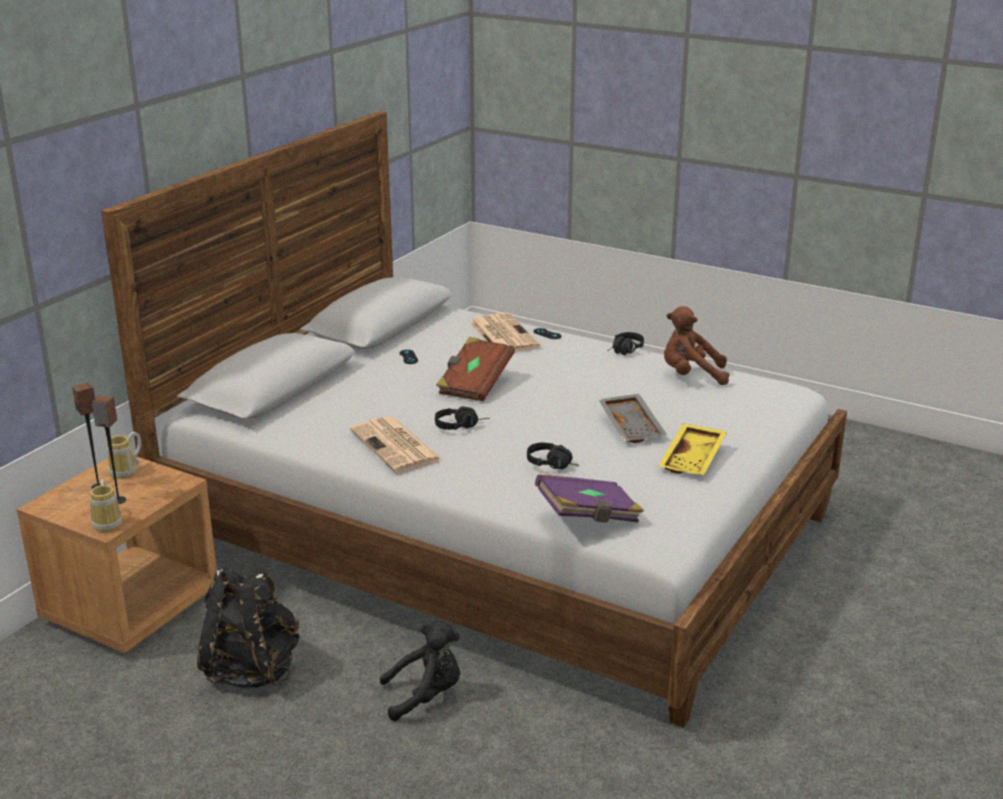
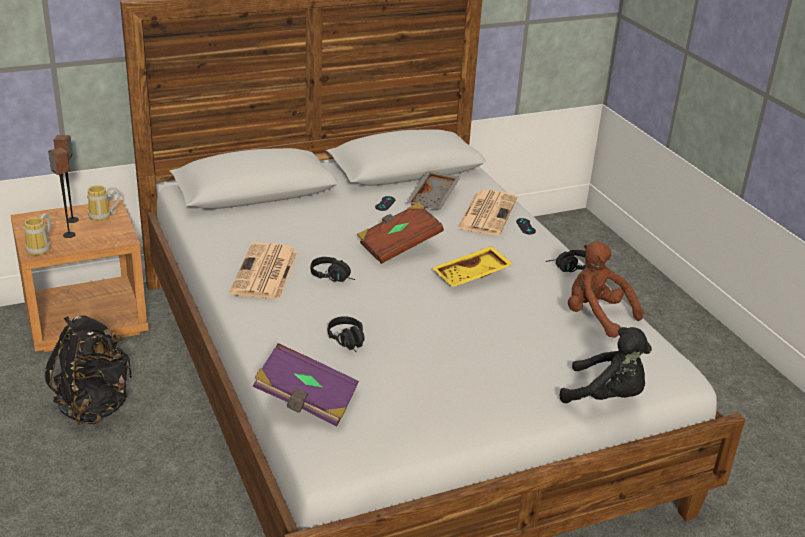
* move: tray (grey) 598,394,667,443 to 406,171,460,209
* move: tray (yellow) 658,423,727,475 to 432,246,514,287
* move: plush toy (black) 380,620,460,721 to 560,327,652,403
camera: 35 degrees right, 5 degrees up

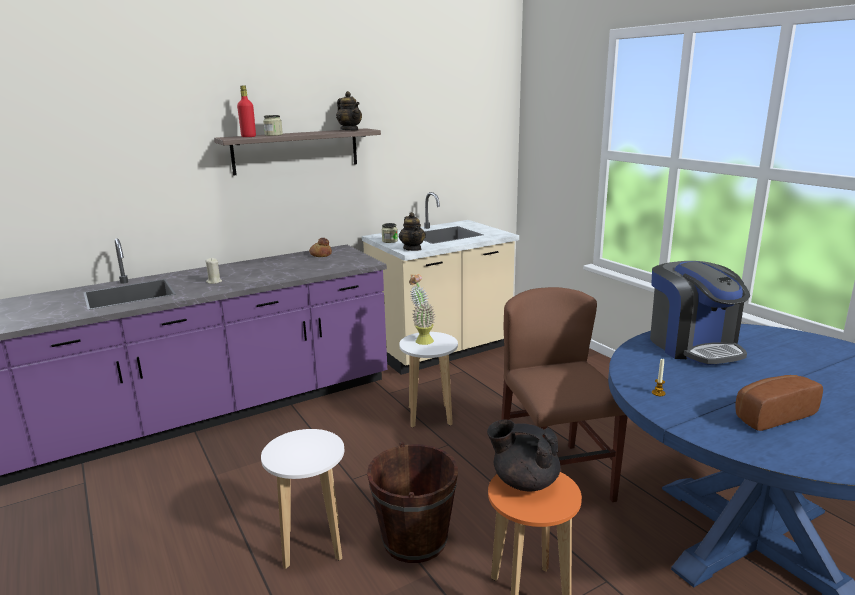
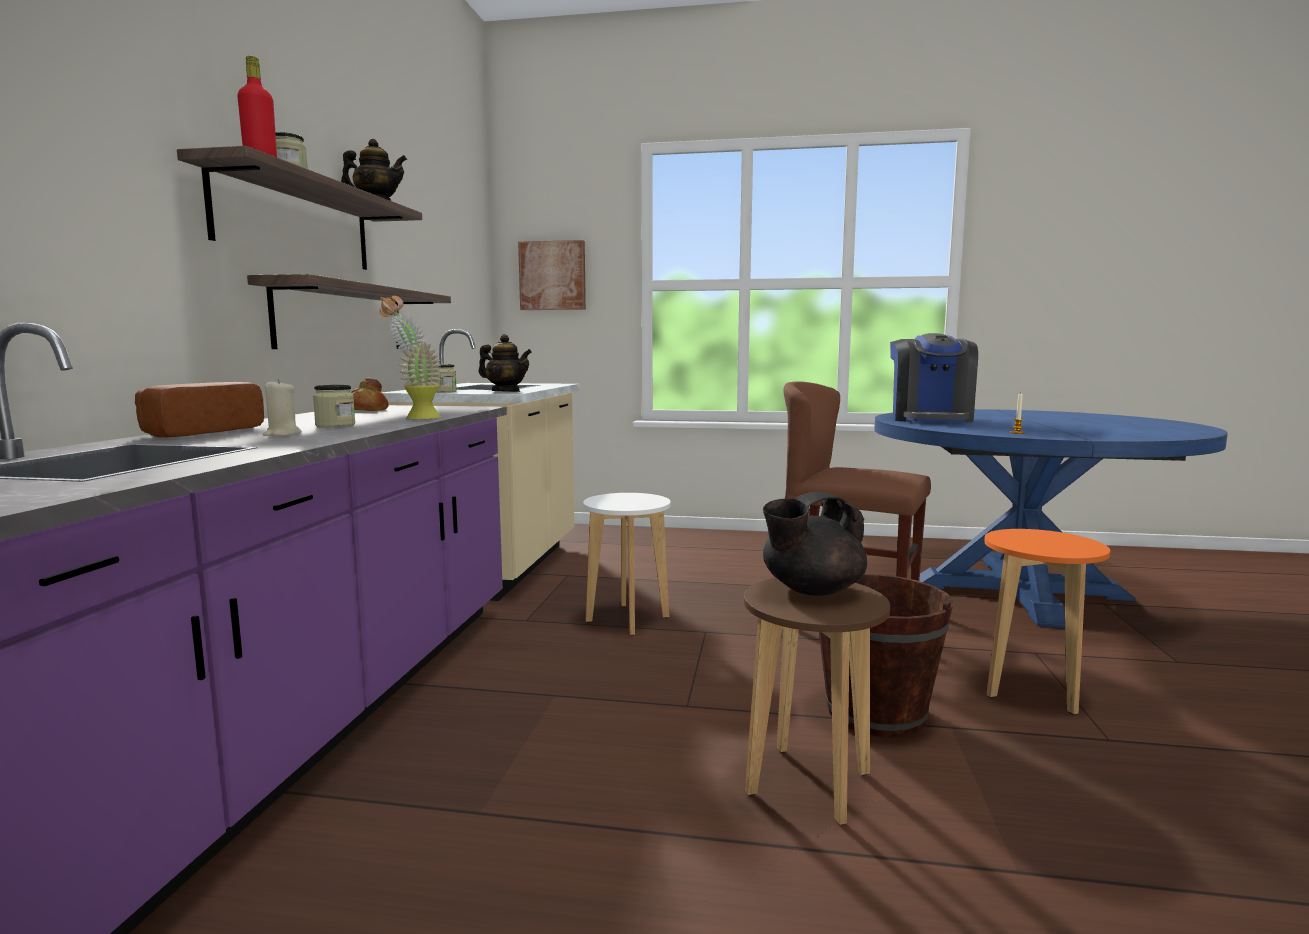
* rotate: coffee machine 650,261,750,365 = 890,333,978,422 75 degrees clockwise
* move: potted plant 409,274,435,345 to 379,296,442,419
* move: bread 736,375,823,431 to 135,382,264,437
* move: teapot (black) 487,420,560,491 to 763,492,867,596
* recolor: stool (white) 261,429,344,569 to stool (brown) 744,578,890,825
* insert: picture 518,240,586,310
* insert: shelf 247,274,451,349
* insert: jar 313,385,355,427
camera: 50 degrees left, 10 degrees down

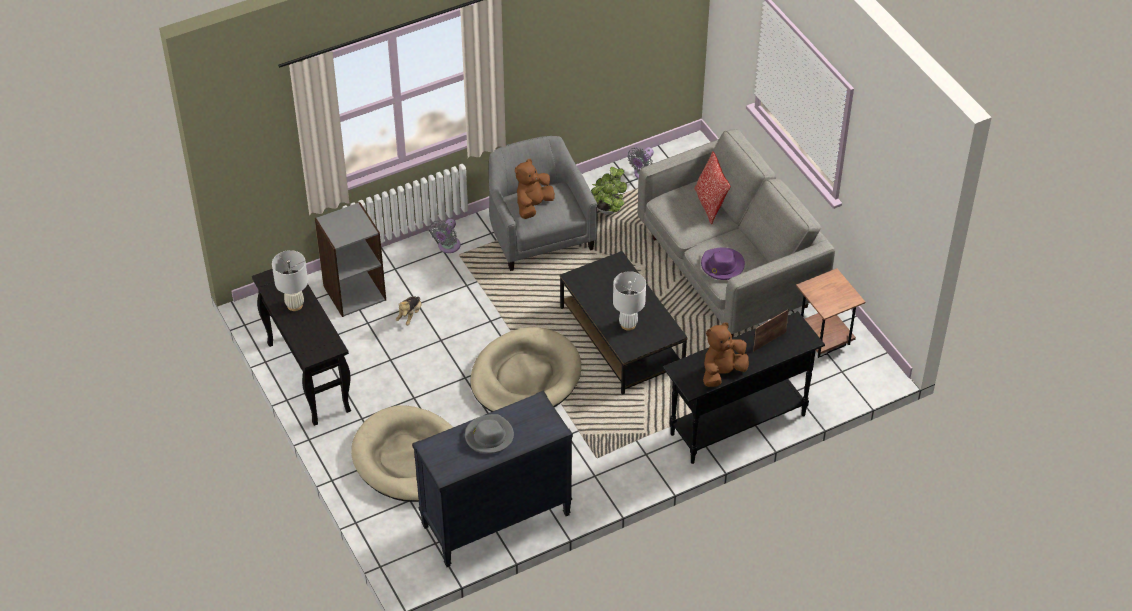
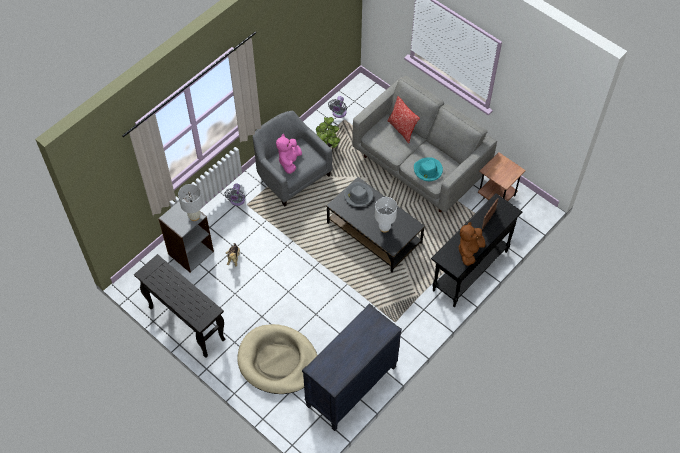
* recolor: plush toy (brown) 515,159,555,219 to plush toy (pink) 276,134,302,174
* recolor: hat (purple) 701,247,745,280 to hat (turquoise) 414,157,443,181
* move: table lamp (white) 272,250,308,311 to 178,184,203,221
* delete: dog bed (beige) 470,327,581,412
* move: hat (grey) 465,414,514,454 to 344,182,373,207
camera: 20 degrees left, 10 degrees up

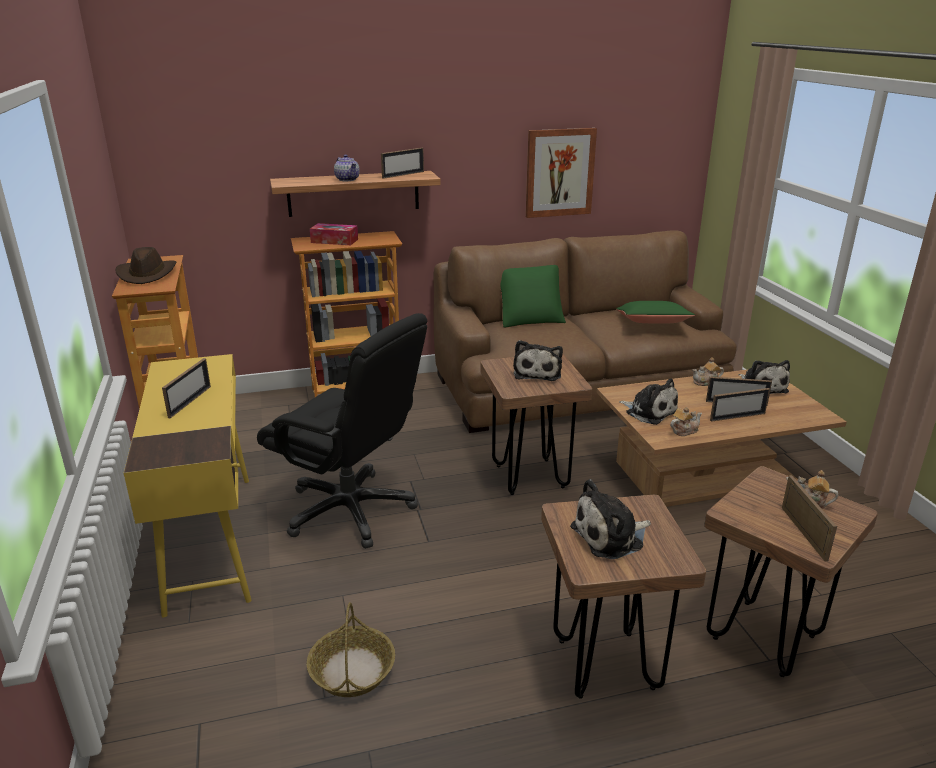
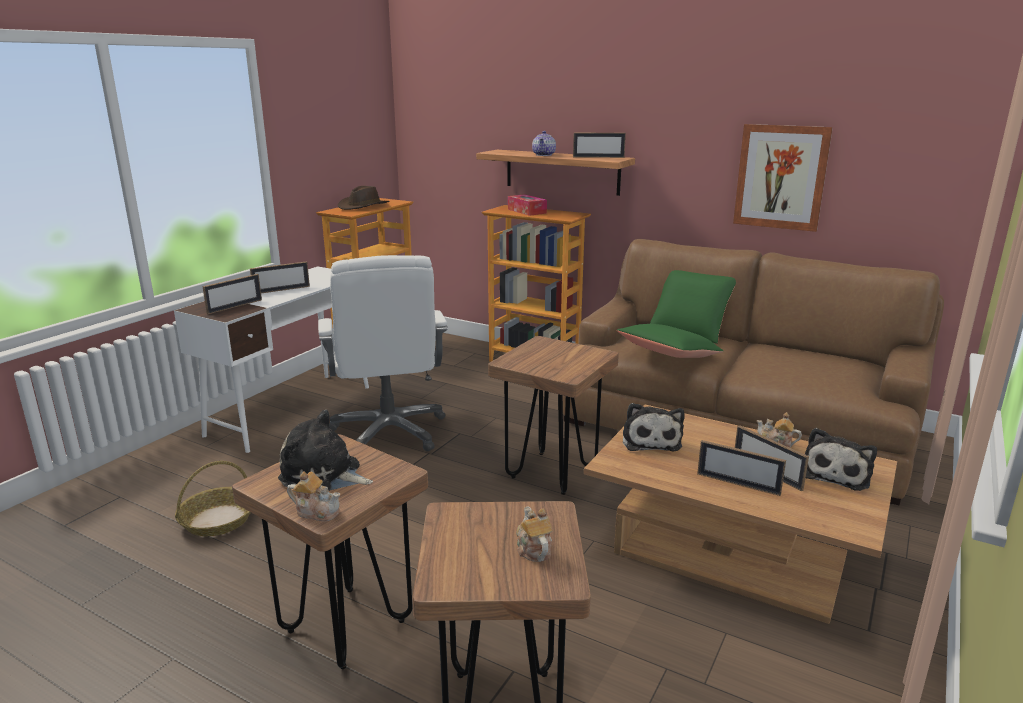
* move: pillow (green) 616,301,695,324 to 617,324,724,358
* recolor: office chair (black) 257,313,427,549 to office chair (white) 318,255,448,451
* delete: plush toy 513,340,563,381
* recolor: desk (yellow) 124,354,252,617 to desk (white) 174,267,369,453
* move: teapot 670,407,702,436 to 287,471,340,521
* move: picture frame 782,475,837,561 to 202,274,262,314
camera: 45 degrees right, 5 degrees down

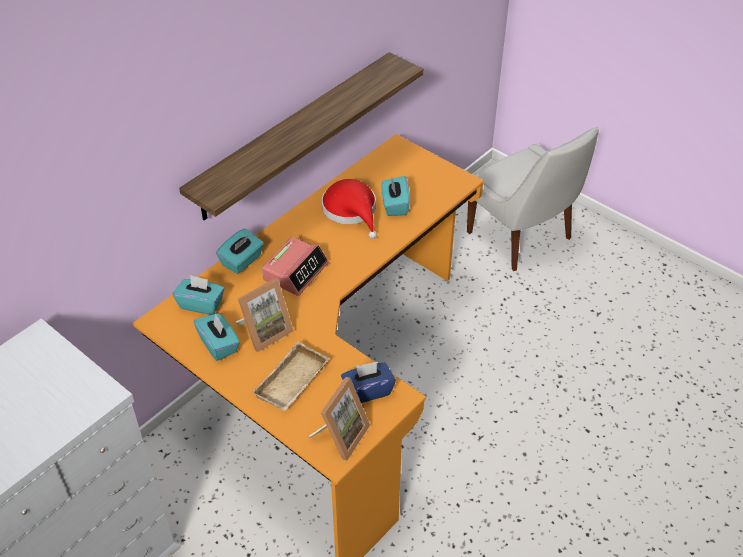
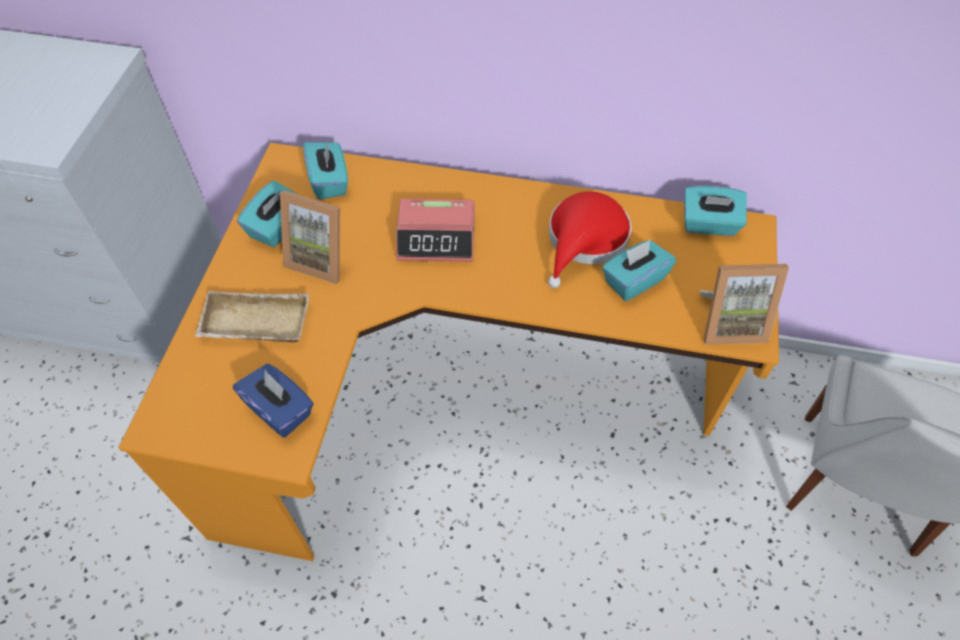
* delete: shelf 179,52,424,220
* move: tissue box (turquoise) 216,228,264,274 to 684,186,747,236
* move: picture frame 308,377,370,461 to 700,264,789,345
camera: 60 degrees right, 10 degrees up

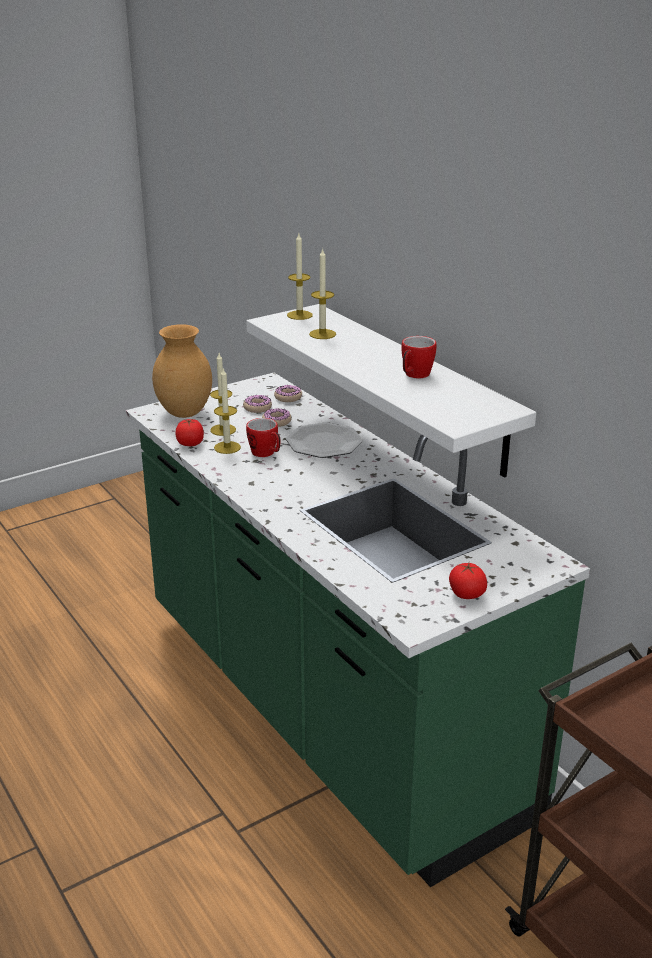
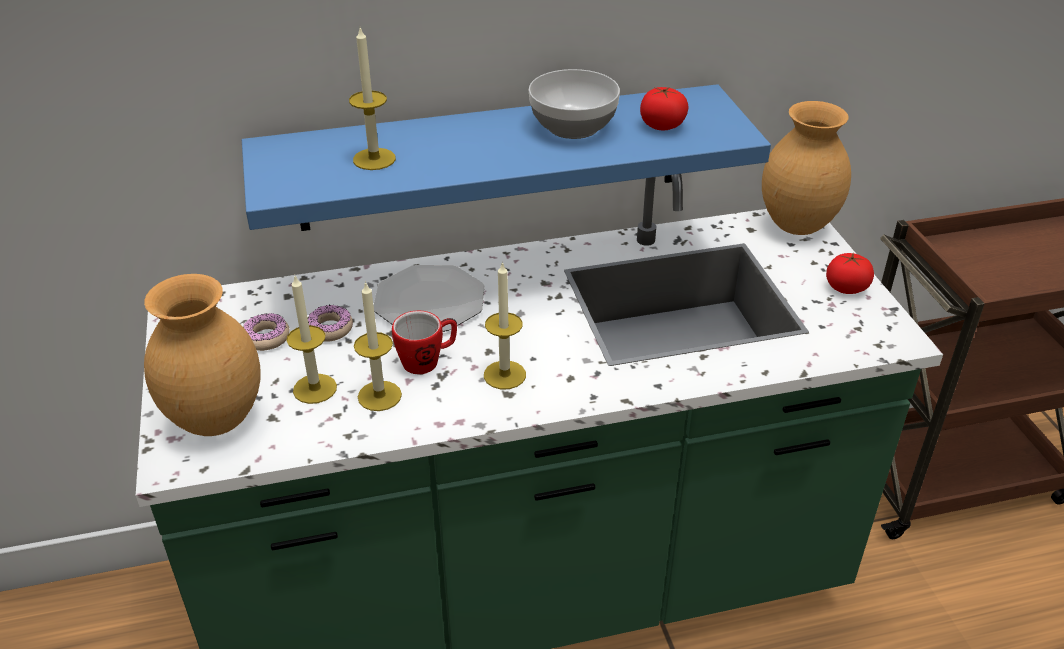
* move: candle 287,234,313,320 to 484,261,526,389
* recolor: shelf (white) 246,304,536,478 to shelf (blue) 242,84,771,231
* replace: mug 401,336,437,378 to bowl 529,69,620,139
* delete: donut 274,385,302,402
* move: tomato 175,419,204,446 to 640,87,689,130
* insert: vase (brown) 762,101,851,235
camera: 70 degrees left, 10 degrees up

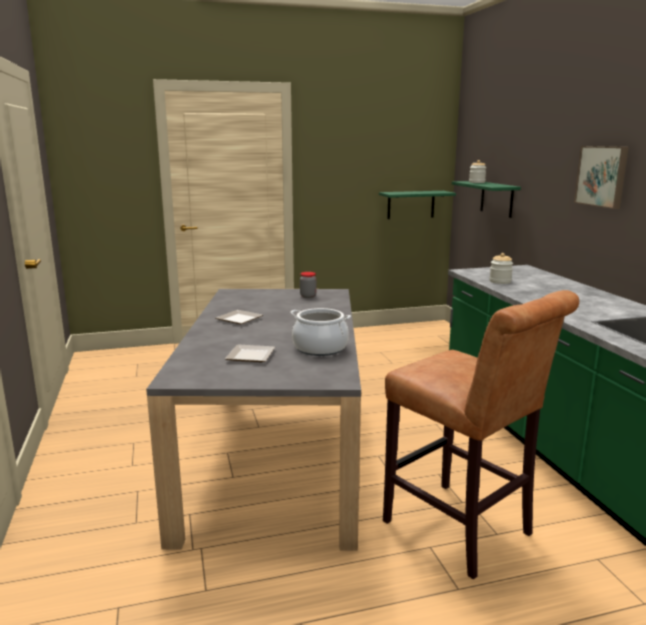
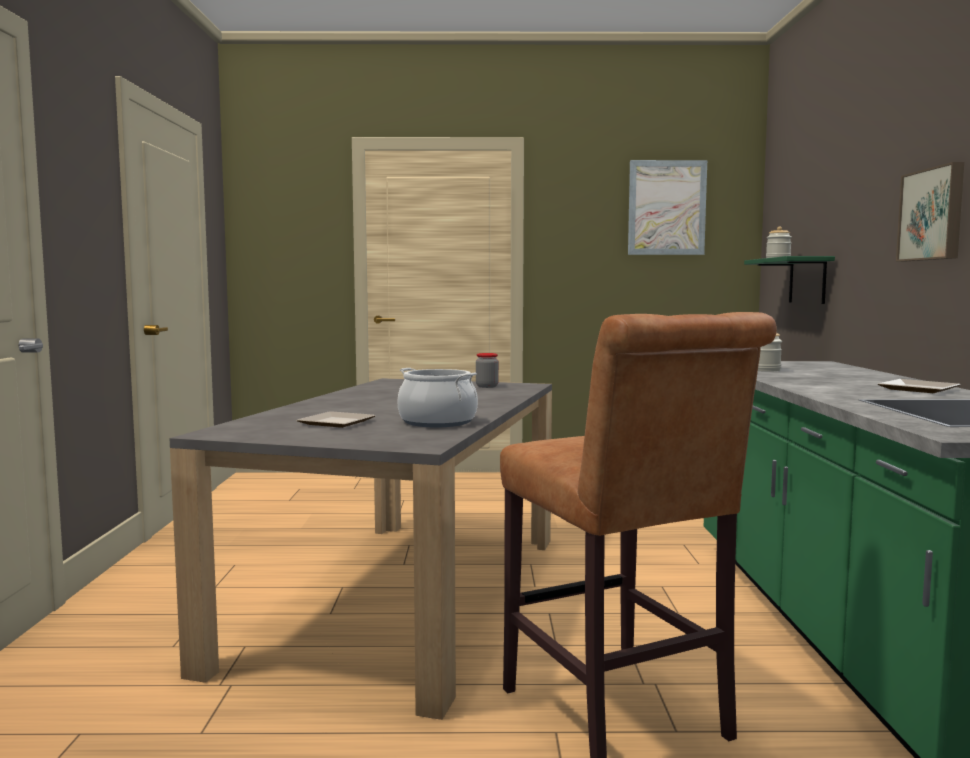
* delete: shelf (green) 379,191,456,219
* move: plate 216,310,263,324 to 878,379,961,393
* insert: picture 628,160,707,255
camera: 15 degrees right, 10 degrees down

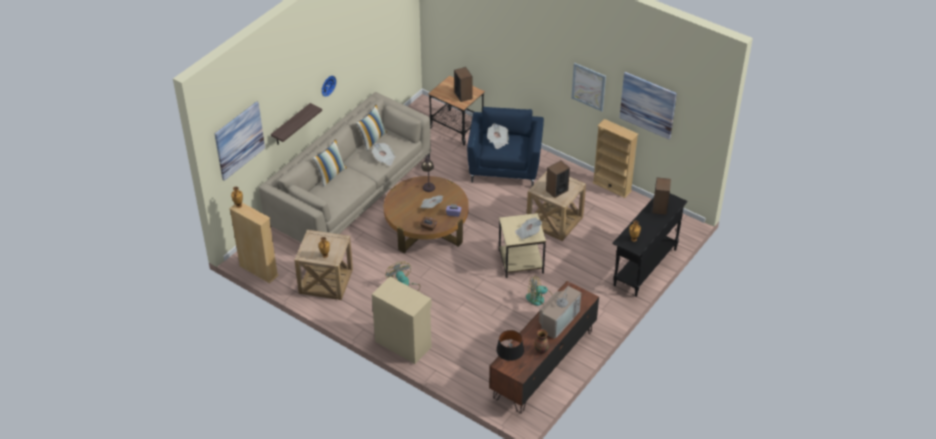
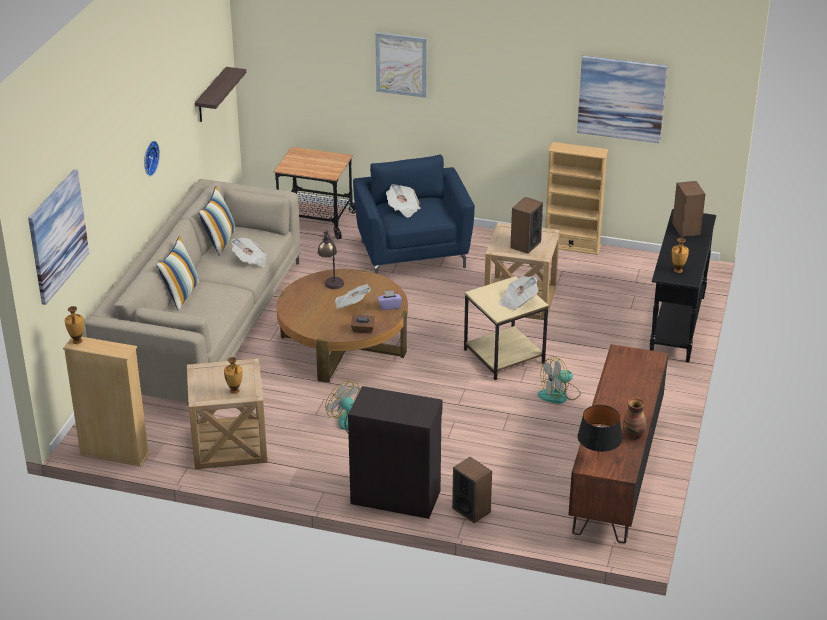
* move: picture 571,63,606,111 to 375,32,427,98
* move: speaker 454,67,472,102 to 452,457,492,523
* move: shelf 271,103,322,145 to 195,67,246,122
* recolor: cabinet (beige) 372,277,432,364 to cabinet (black) 348,386,442,519
* delete: television 539,279,581,339
camera: 20 degrees left, 10 degrees down

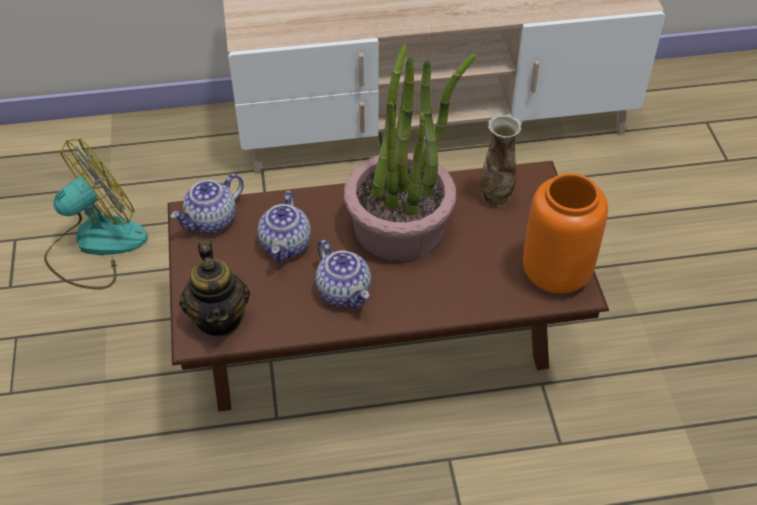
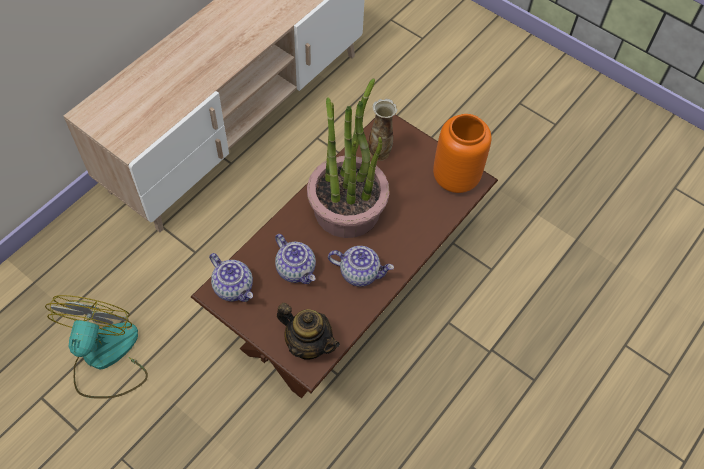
* rotate: teapot 171,174,244,233 = 209,253,253,302 45 degrees counterclockwise
camera: 45 degrees left, 10 degrees up

